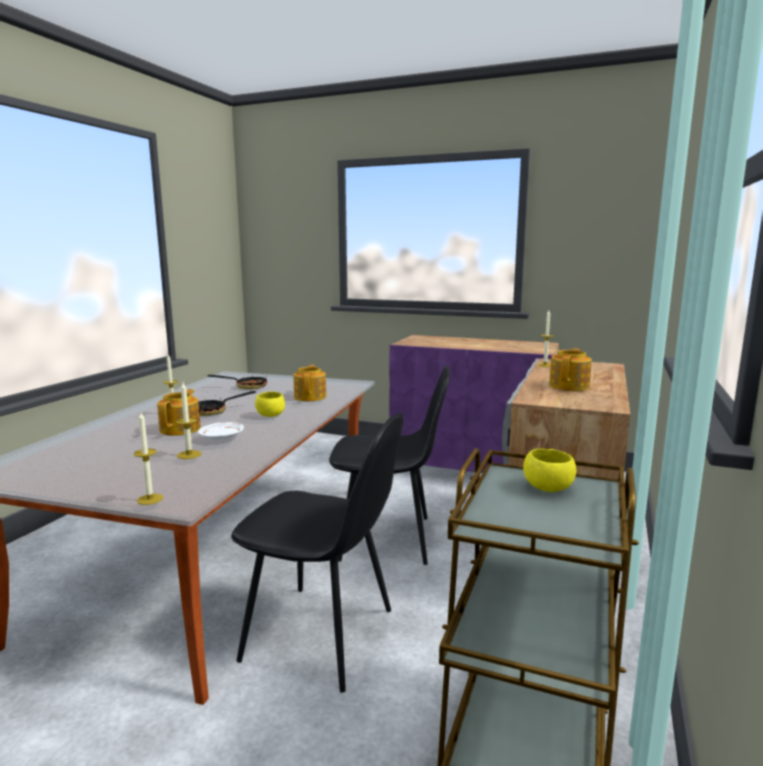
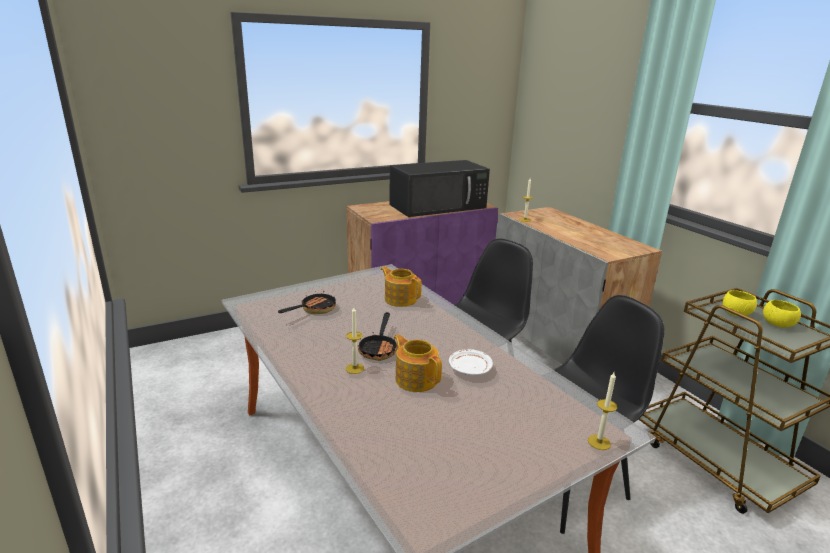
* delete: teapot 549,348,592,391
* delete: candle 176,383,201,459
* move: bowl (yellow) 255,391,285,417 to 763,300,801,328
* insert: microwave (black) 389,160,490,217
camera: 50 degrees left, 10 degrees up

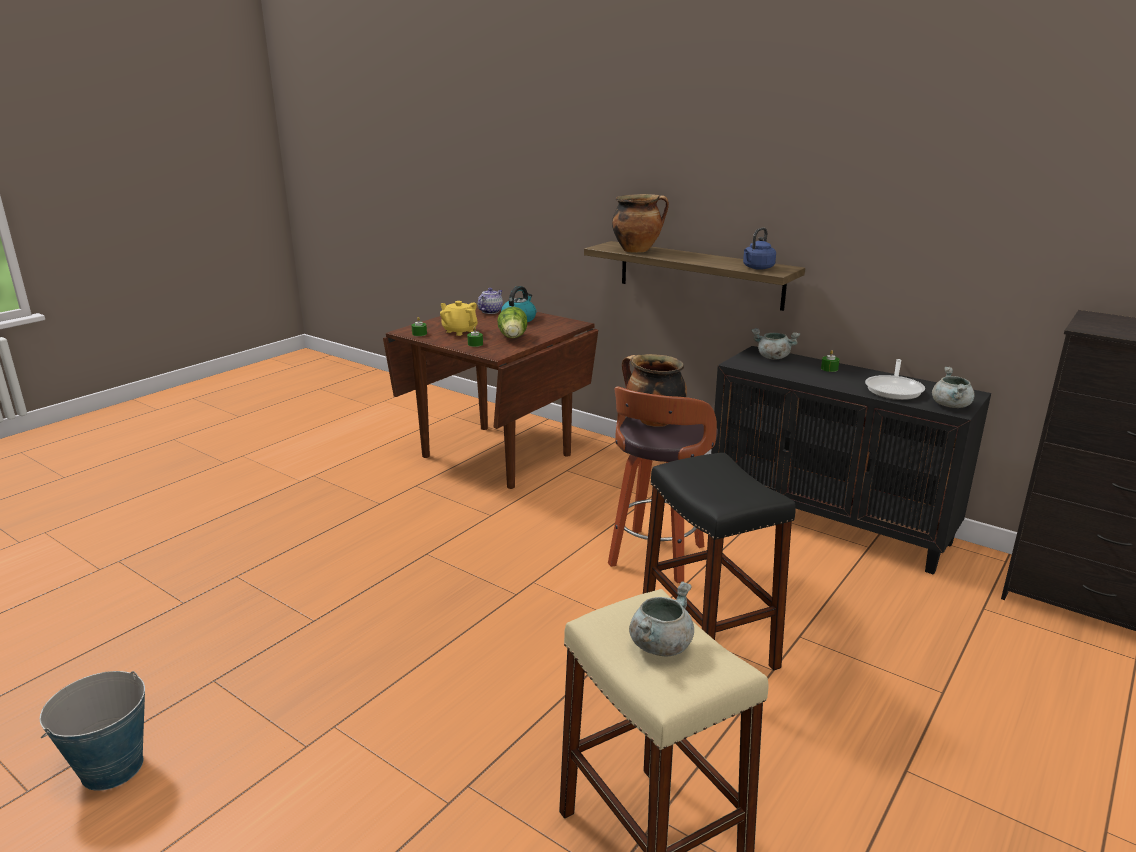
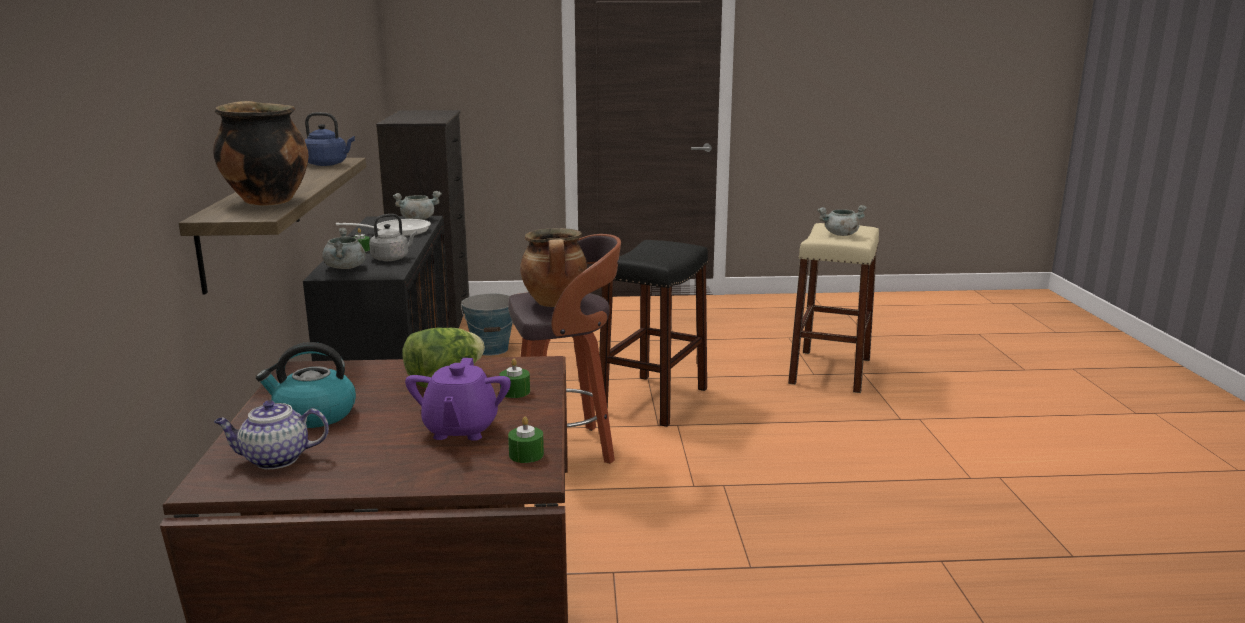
* recolor: teapot (yellow) 440,301,478,336 to teapot (purple) 405,358,511,441
* move: bucket 40,671,145,791 to 461,294,513,355
* insert: kettle (grey) 369,214,417,261
camera: 130 degrees left, 5 degrees down

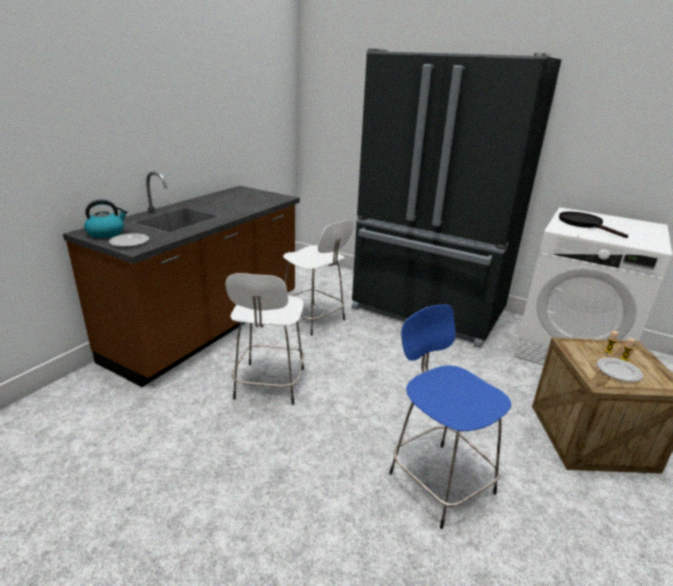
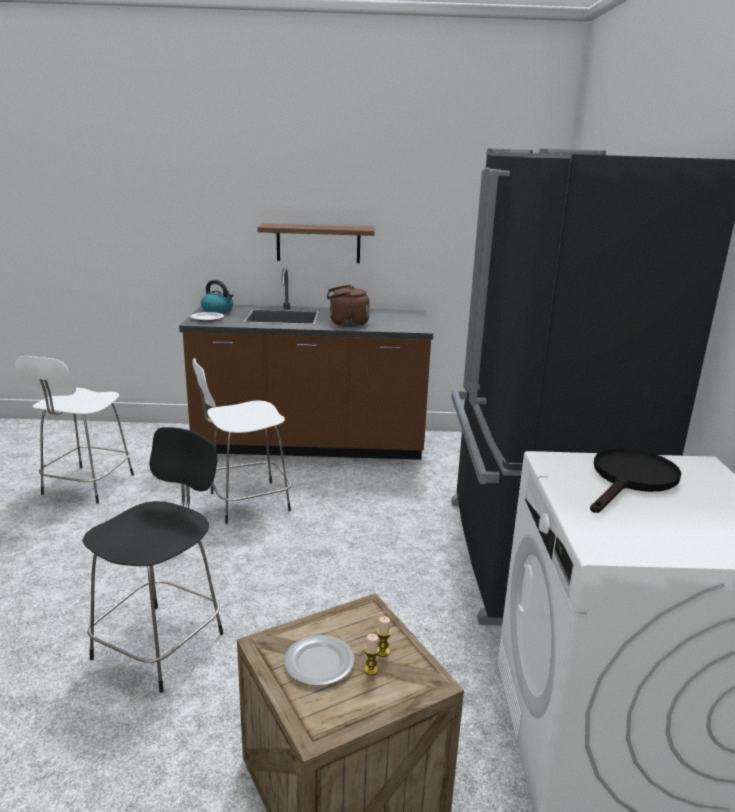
* move: stool (white) 283,220,354,336 to 15,356,134,504
* recolor: stool (blue) 389,305,512,529 to stool (black) 82,427,223,693
* insert: shelf 257,223,374,263
* insert: kettle (brown) 327,285,370,327
camera: 60 degrees right, 5 degrees down

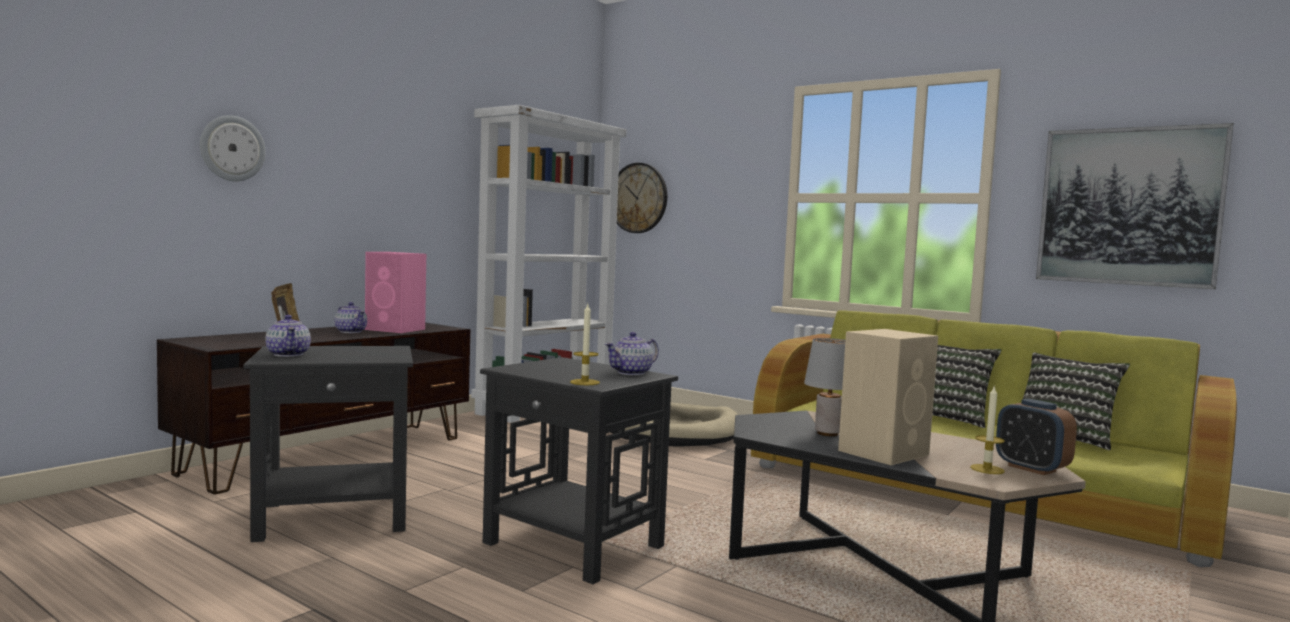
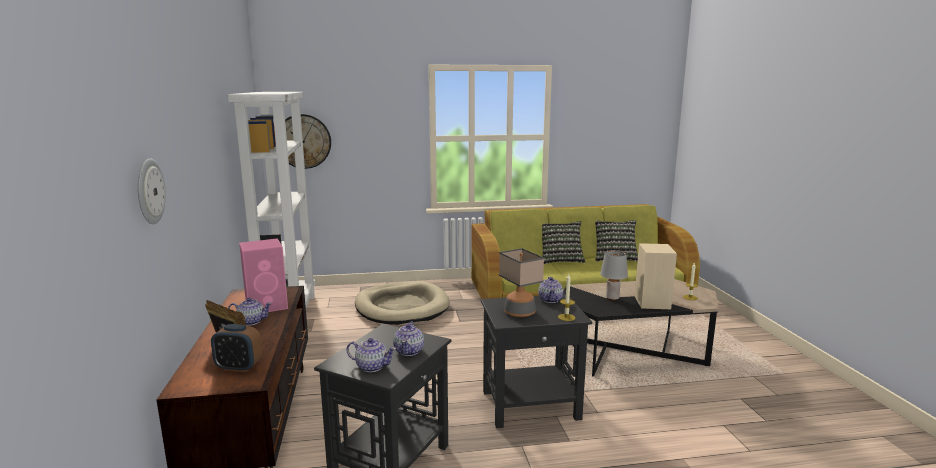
* delete: picture 1036,123,1234,289
* move: alarm clock 996,399,1077,475 to 211,324,262,372
* insert: table lamp 499,248,544,317
* insert: teapot 393,321,424,356
camera: 45 degrees left, 10 degrees up

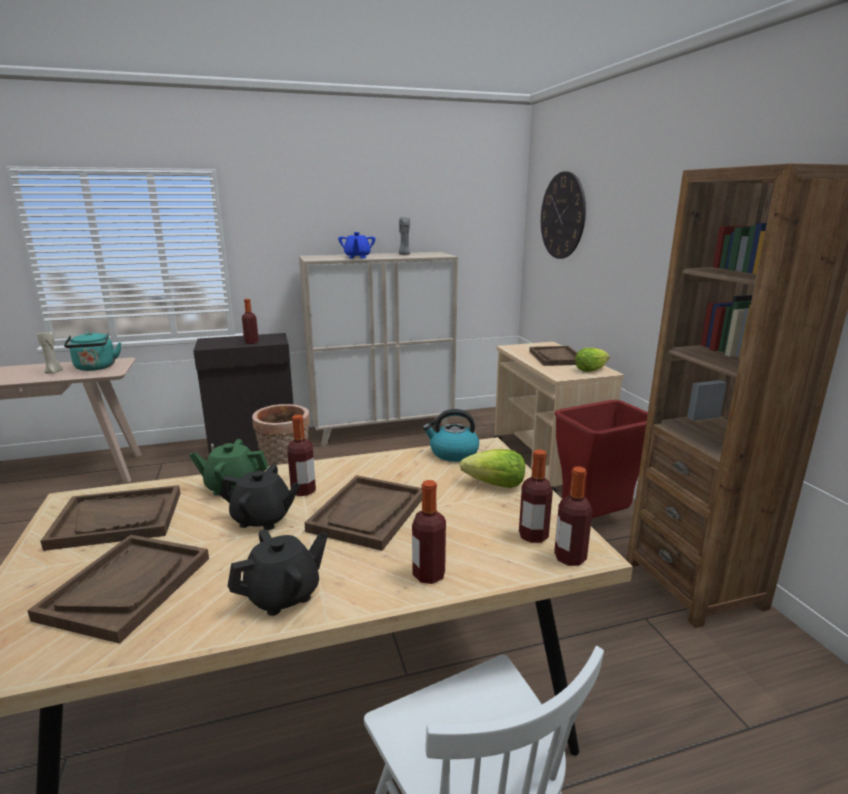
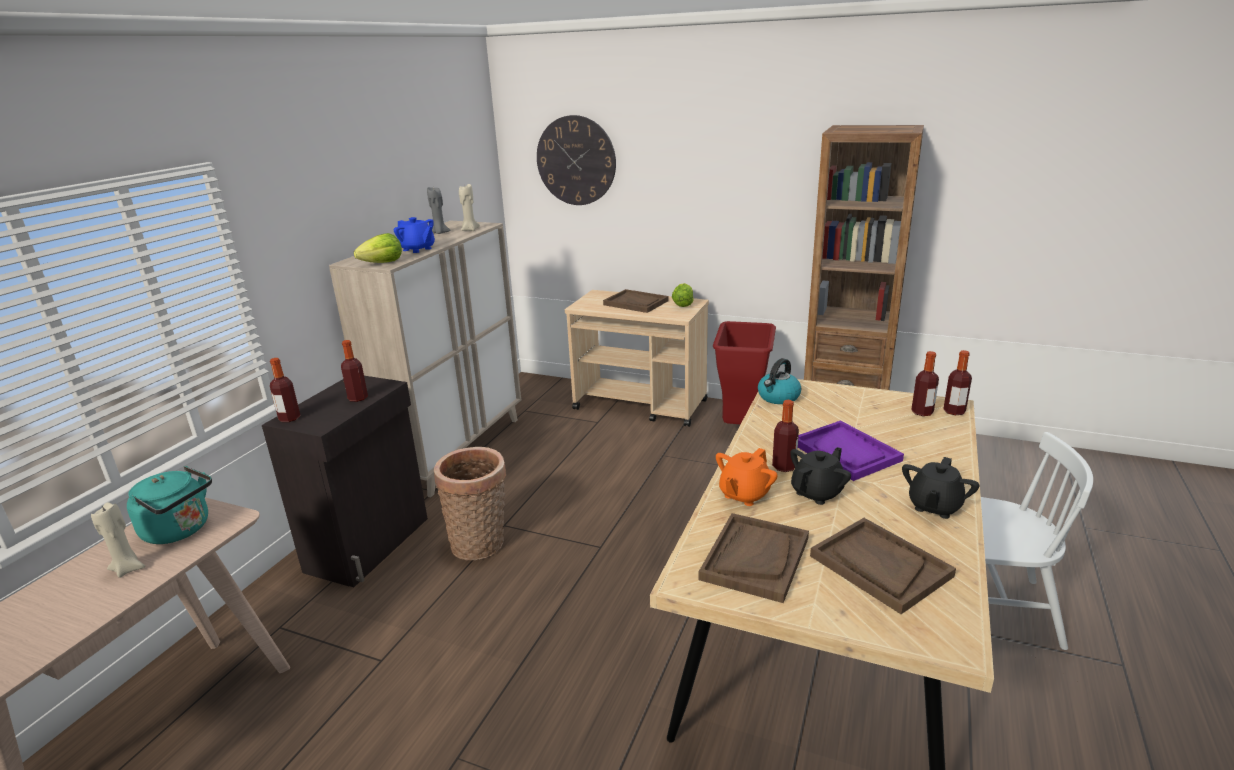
* recolor: teapot (green) 189,439,268,496 to teapot (orange) 716,448,778,506
* move: lettuce 460,449,525,488 to 354,233,402,263
* recolor: tray (brown) 305,475,422,551 to tray (purple) 798,420,904,481
* move: bottle 412,480,446,584 to 270,358,300,422
* rotate: teapot (black) 228,529,328,616 = 902,457,979,519 150 degrees counterclockwise
* insert: candle (beige) 459,184,480,231
camera: 50 degrees left, 5 degrees up

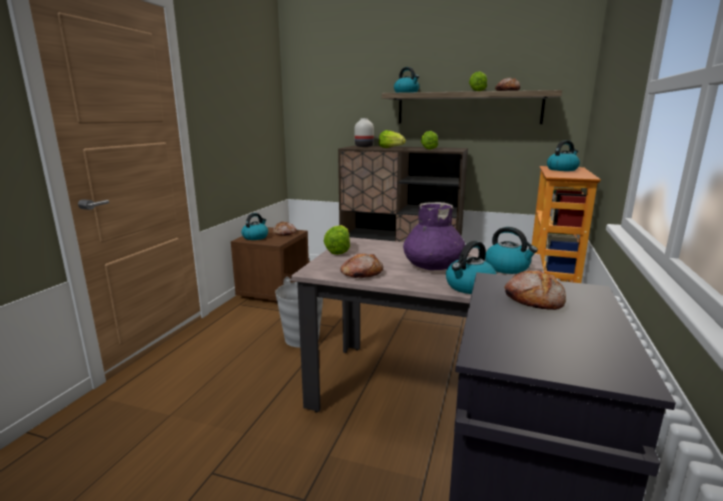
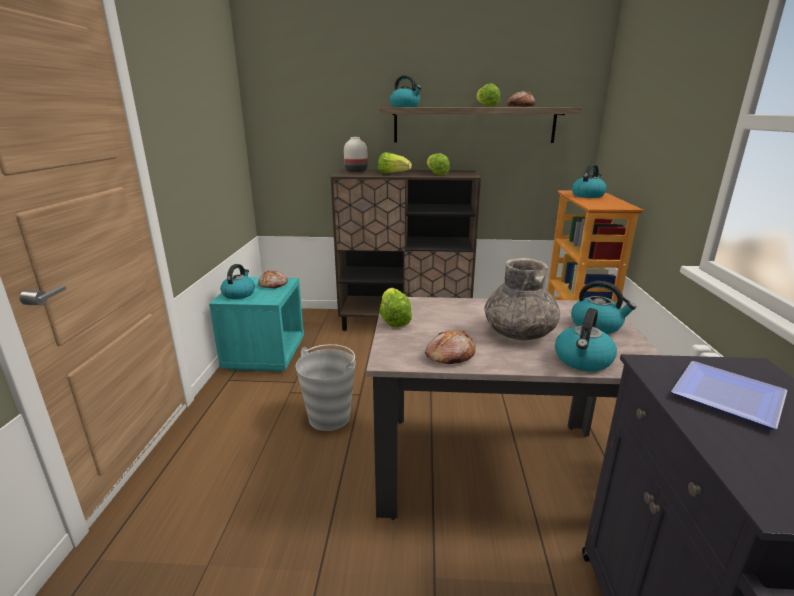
* recolor: vase (purple) 403,202,465,270 to vase (grey) 485,258,560,340
* recolor: nightstand (brown) 231,227,309,303 to nightstand (turquoise) 209,277,304,372
* replace: bread 504,270,566,310 to plate 671,361,788,429
camera: 15 degrees left, 5 degrees up

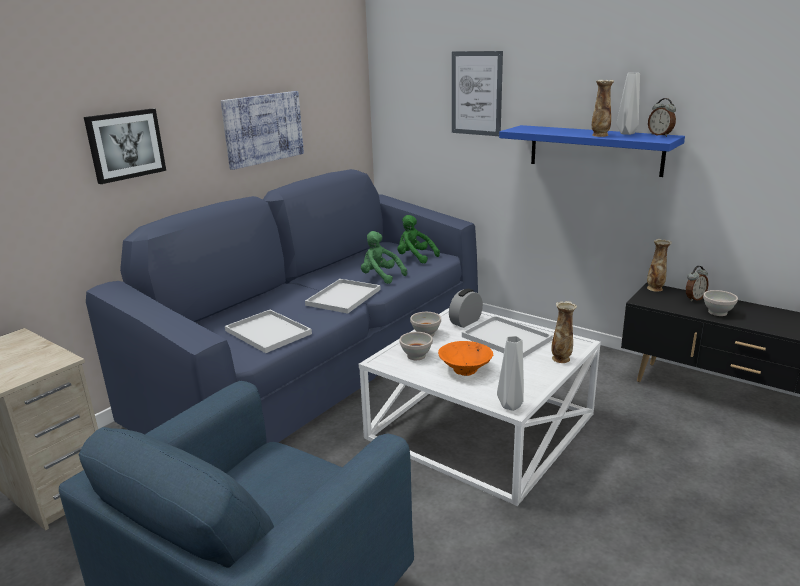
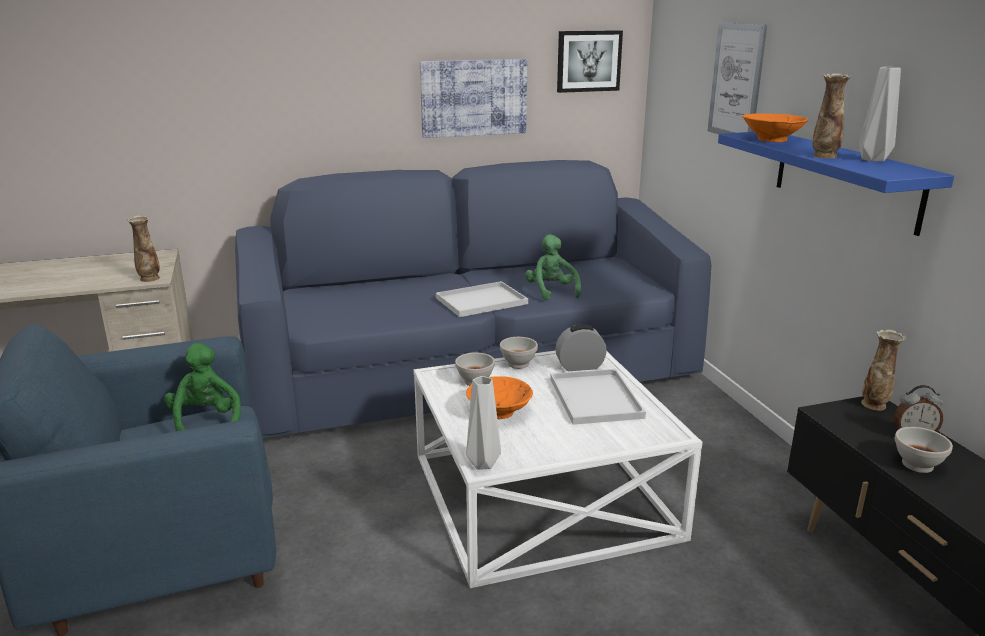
* delete: alarm clock 648,98,676,137
* move: picture 84,109,166,184 to 557,30,623,93
* move: plush toy (green) 397,215,440,264 to 164,343,241,431
* move: vase 551,301,577,363 to 127,215,160,282
* delete: tray (white) 225,310,312,353
* insert: bowl (orange) 742,113,808,142
camera: 35 degrees right, 0 degrees up

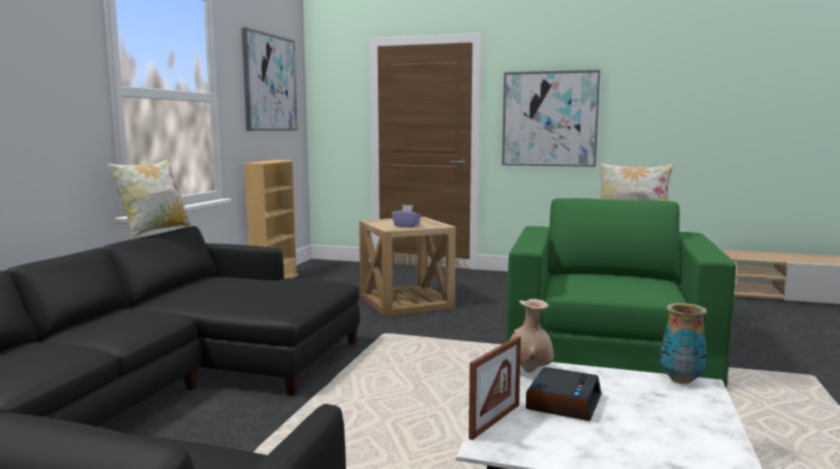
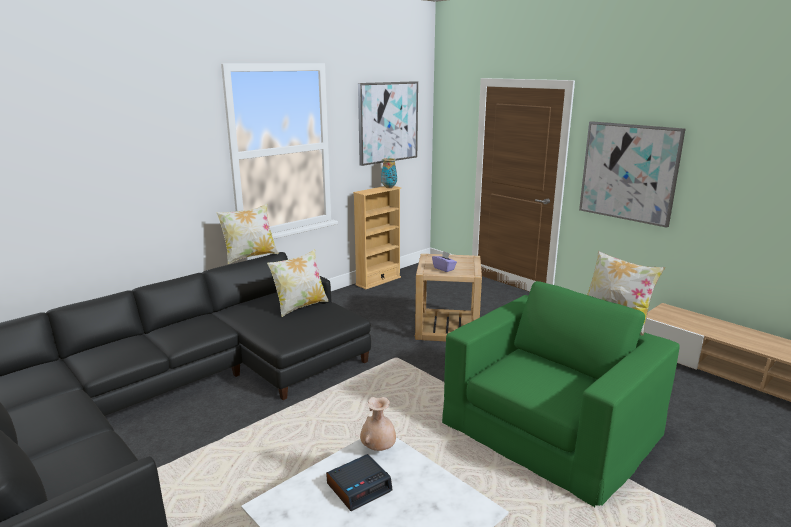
* move: vase 660,303,707,384 to 381,158,397,188
* delete: picture frame 469,336,521,440
* insert: pillow 267,249,328,317
camera: 30 degrees right, 10 degrees up

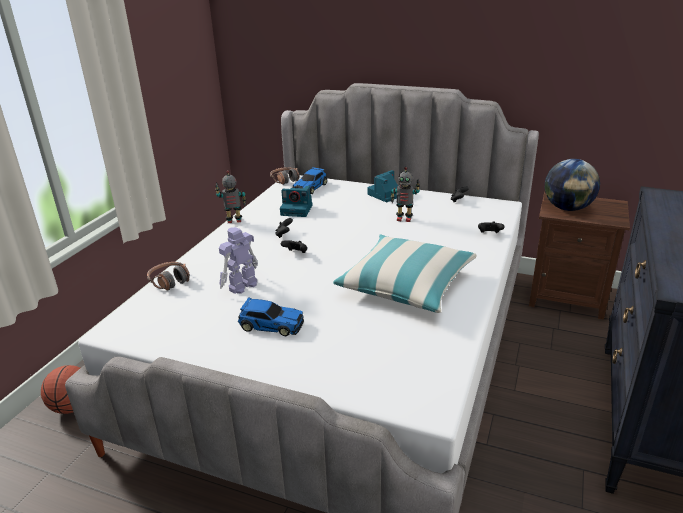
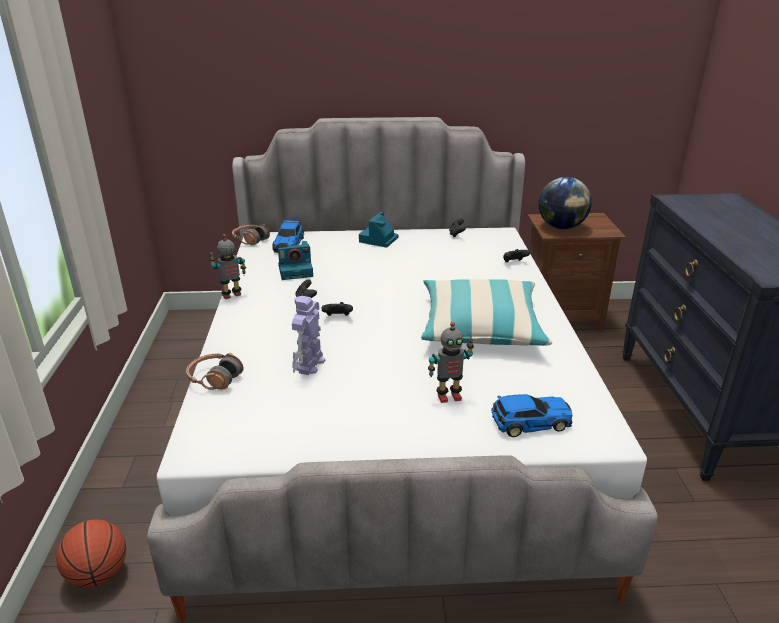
* move: toy robot 390,167,420,222 to 428,322,474,403
* move: toy car 238,297,304,336 to 491,394,572,437
camera: 25 degrees left, 0 degrees up

